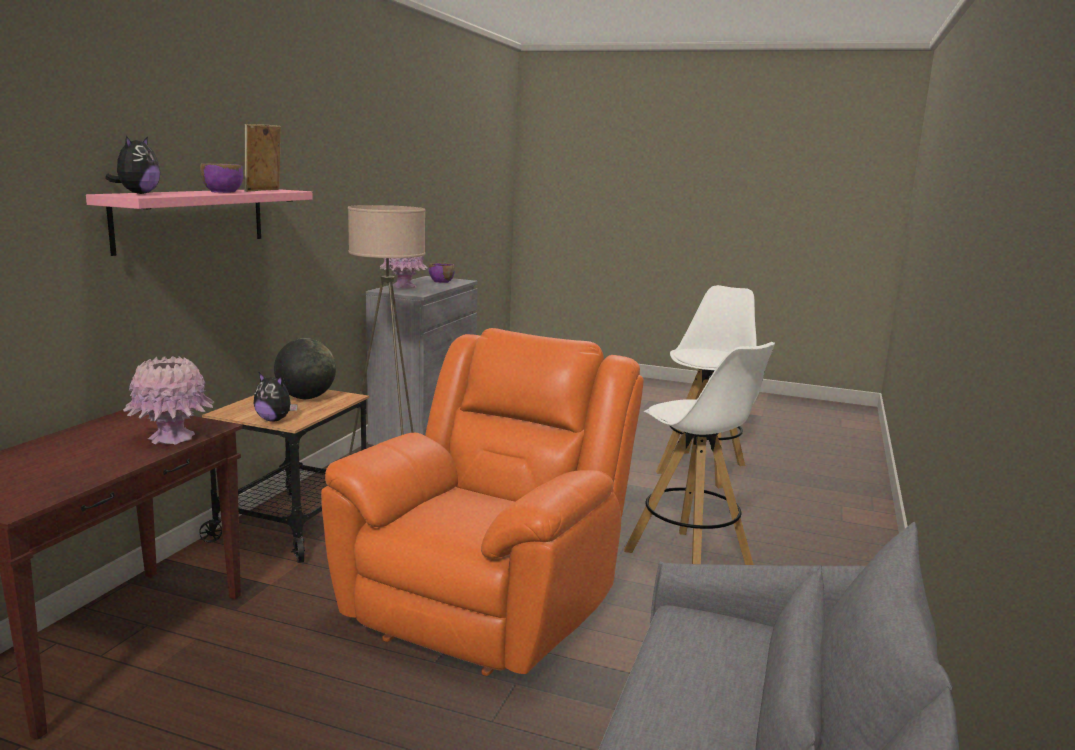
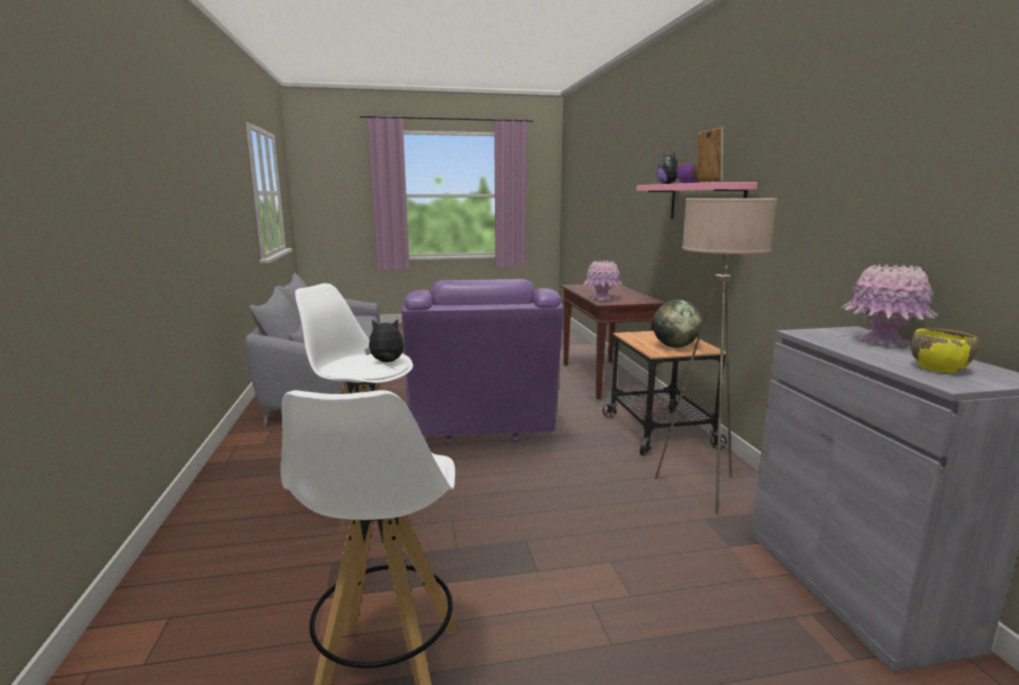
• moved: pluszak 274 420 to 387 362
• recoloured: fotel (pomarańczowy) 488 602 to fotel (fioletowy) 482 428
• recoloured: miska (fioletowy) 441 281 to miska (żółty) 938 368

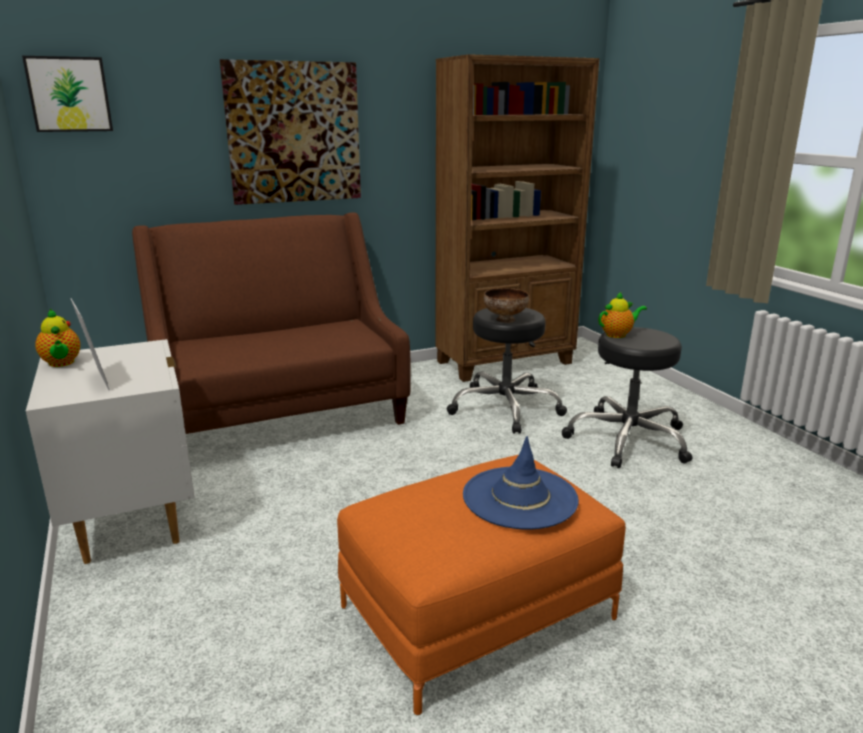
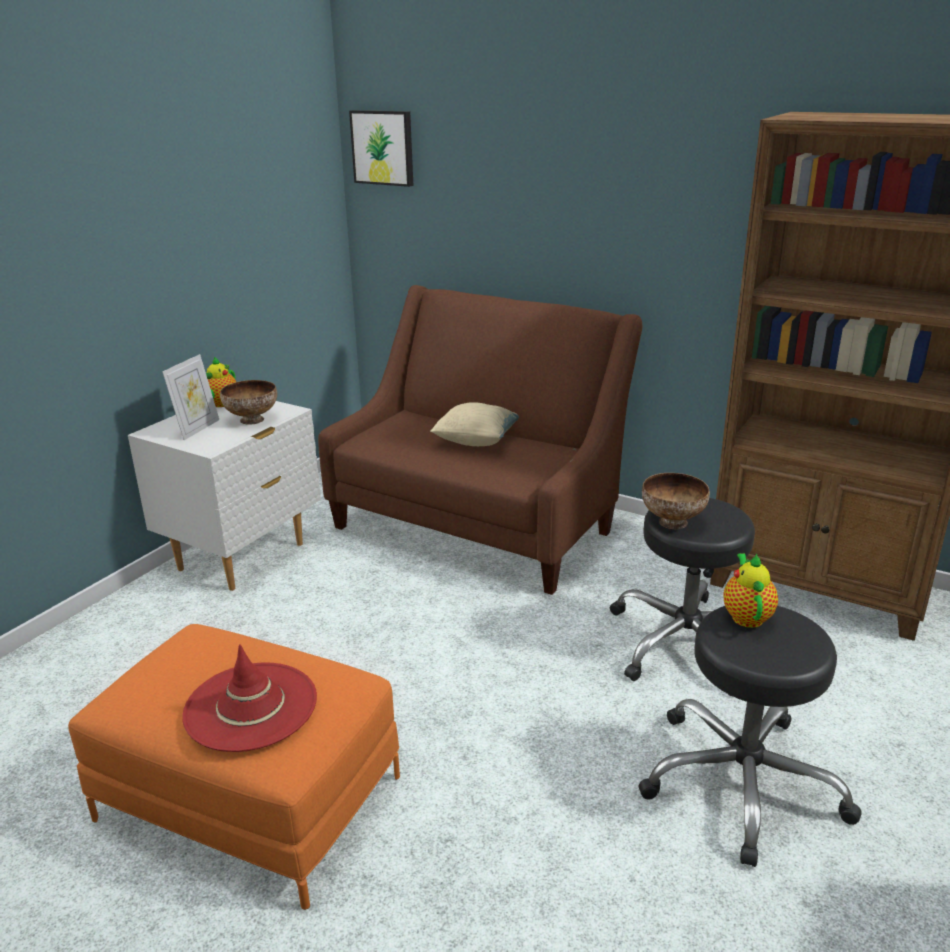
• removed: obraz 294 133
• added: miska 251 420
• added: poduszka (beżowy) 476 441
• recoloured: kapelusz (niebieski) 520 498 to kapelusz (czerwony) 251 706
• turned: imbryk 618 335 = 746 615 120 degrees counterclockwise

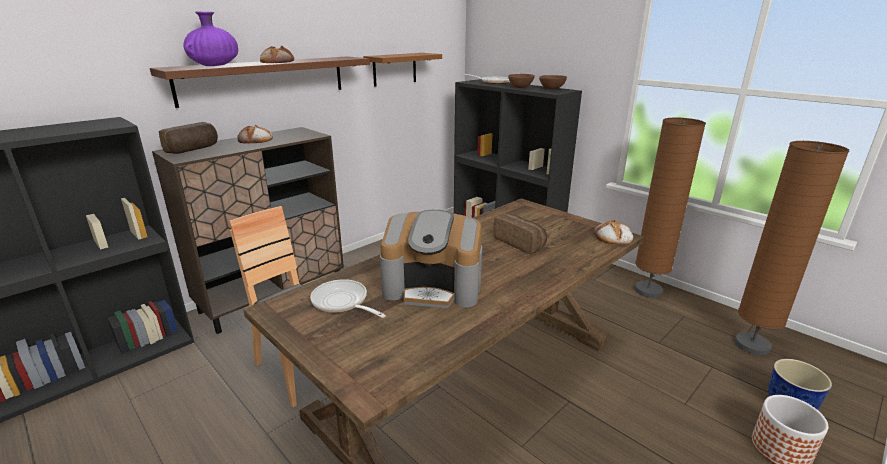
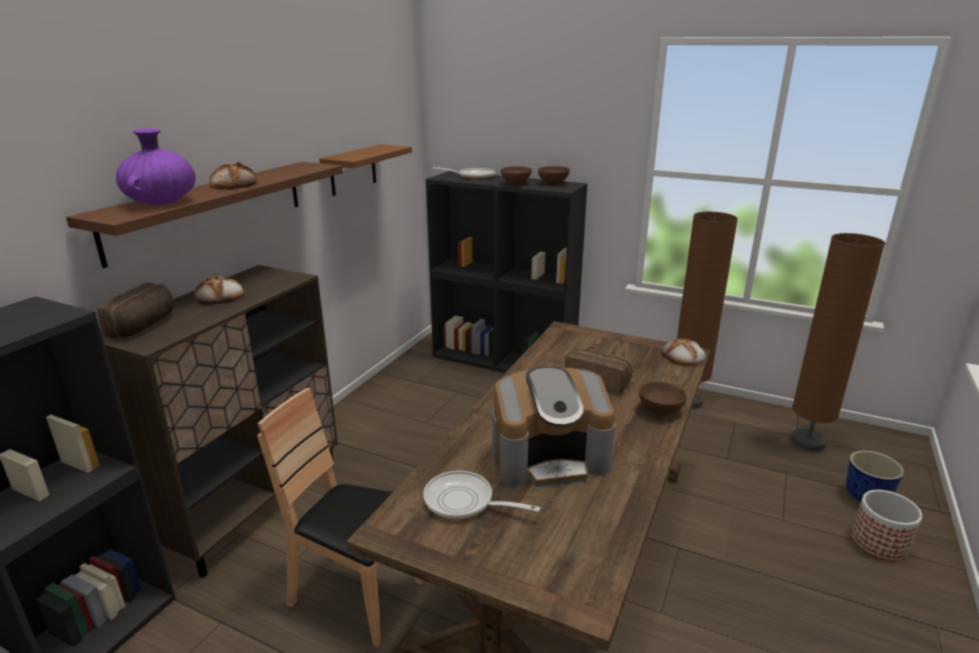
• added: miska (brązowy) 659 410

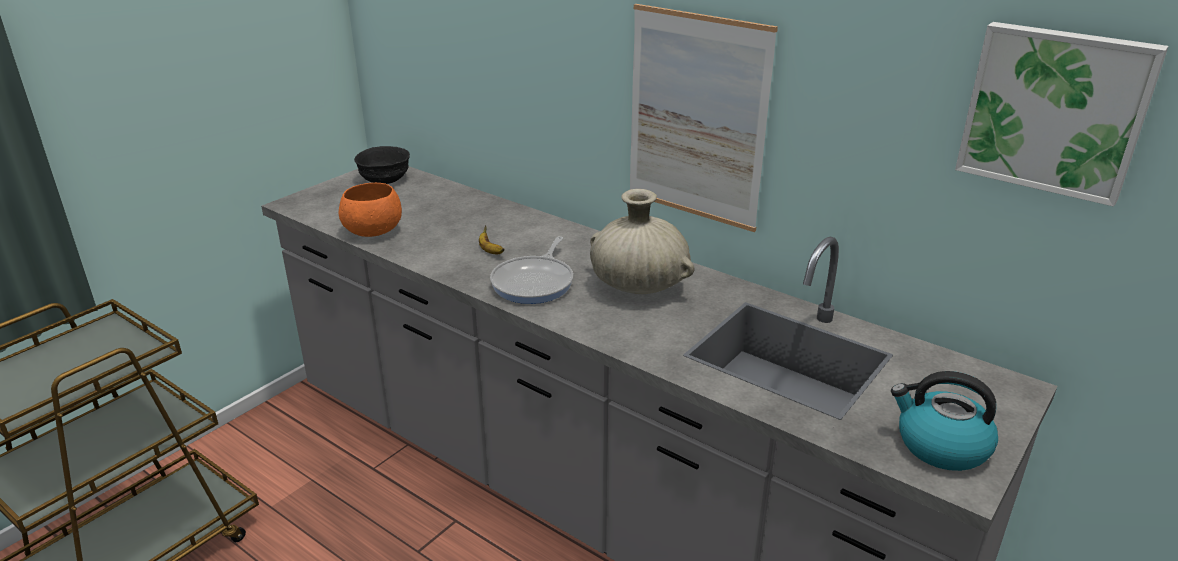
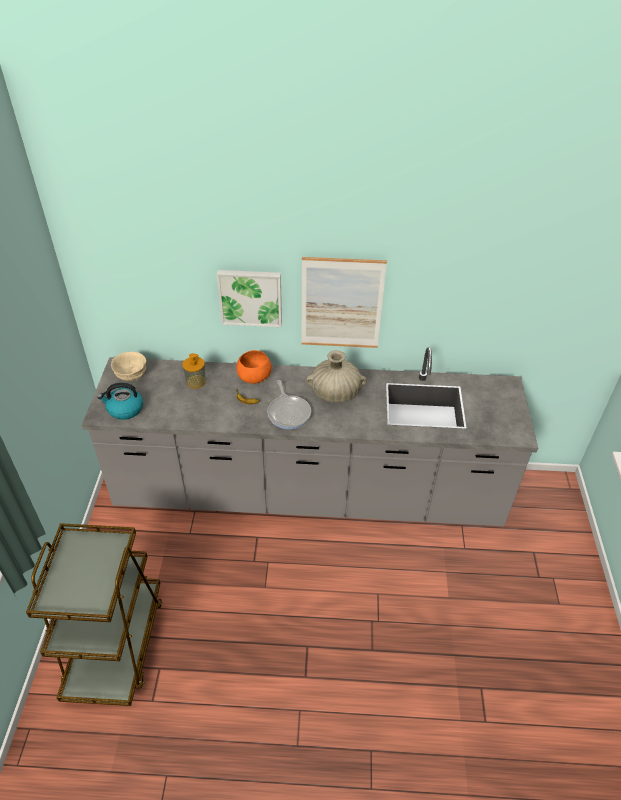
• added: dozownik mydła 196 381
• moved: miska (pomarańczowy) 373 231 to 254 377
• moved: czajnik 940 446 to 125 409
• moved: obraz 1055 110 to 250 297
• recoloured: miska (czarny) 385 180 to miska (beżowy) 132 374

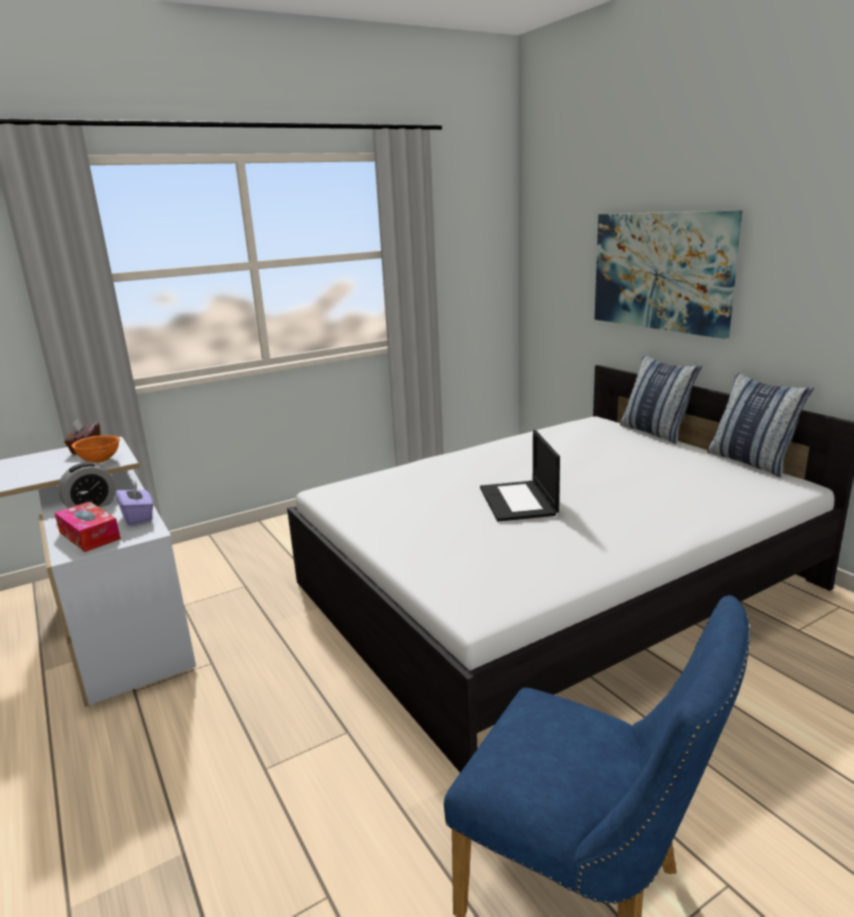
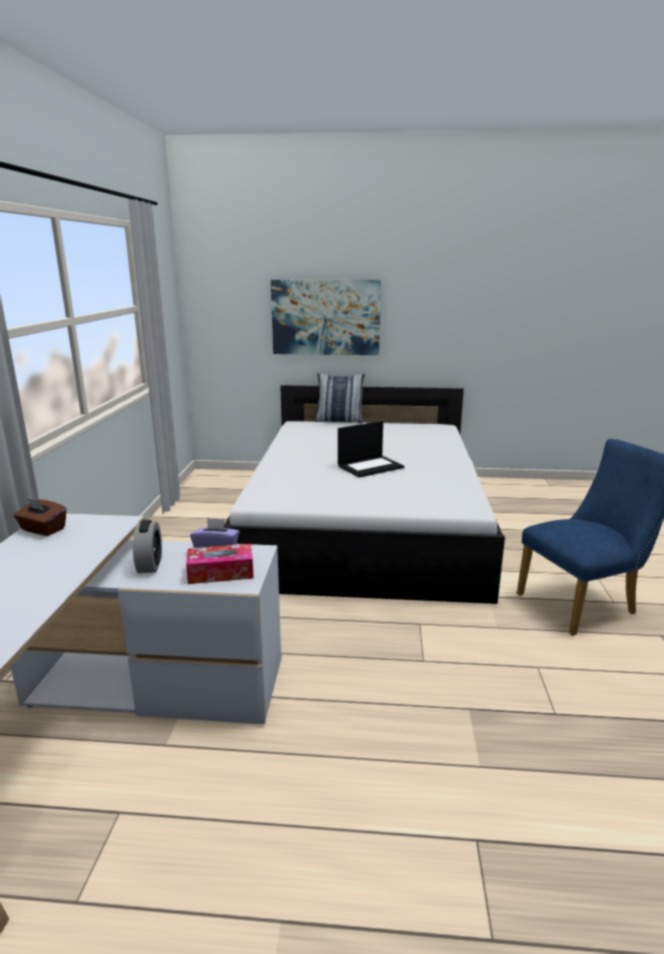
• removed: miska (pomarańczowy) 100 461
• removed: poduszka 750 462
• turned: laptop 519 501 = 370 466 60 degrees counterclockwise

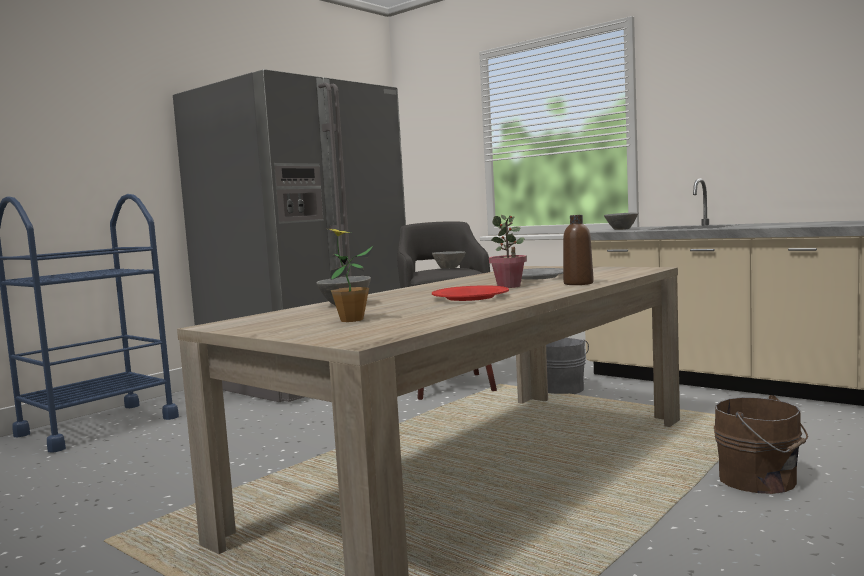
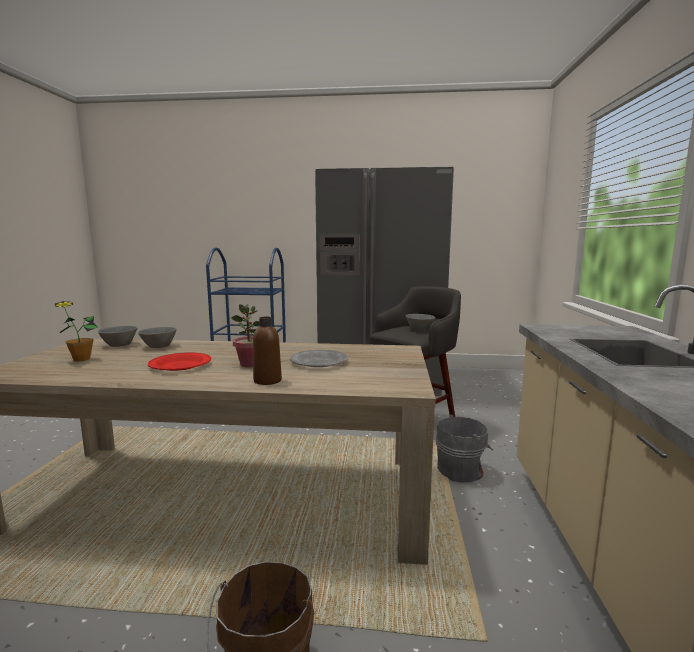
• moved: miska (szary) 620 229 to 119 344

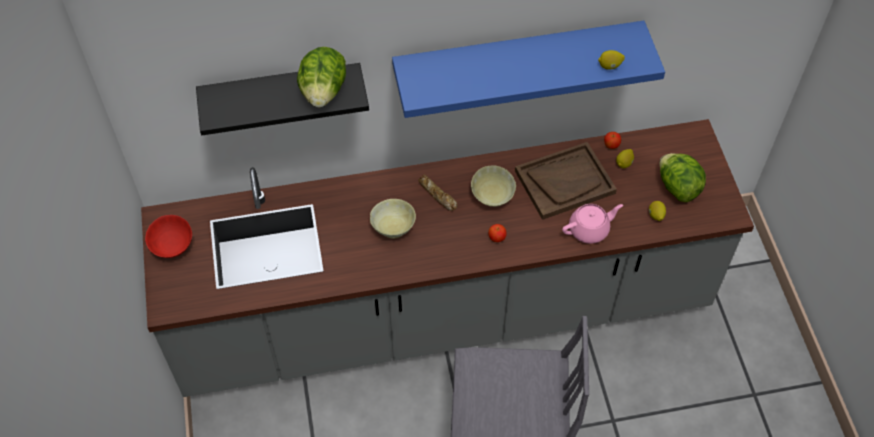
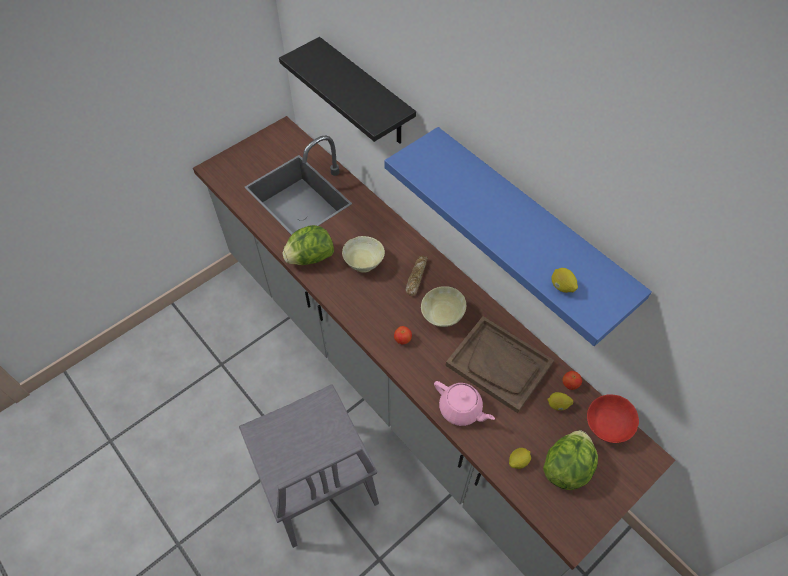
• moved: miska (czerwony) 172 247 to 606 426
• moved: sałata 323 92 to 310 258

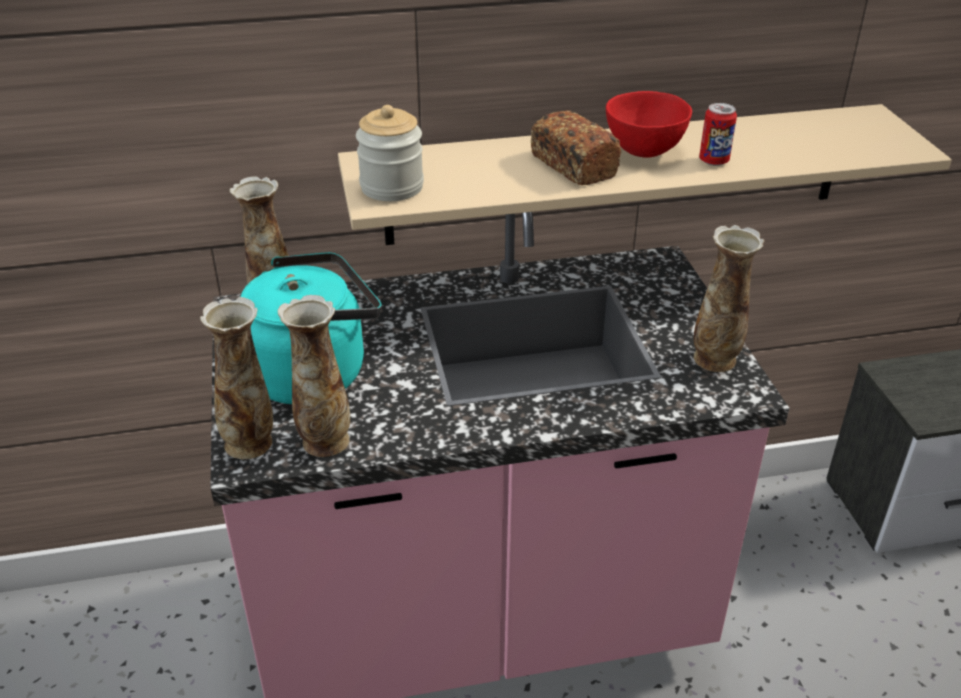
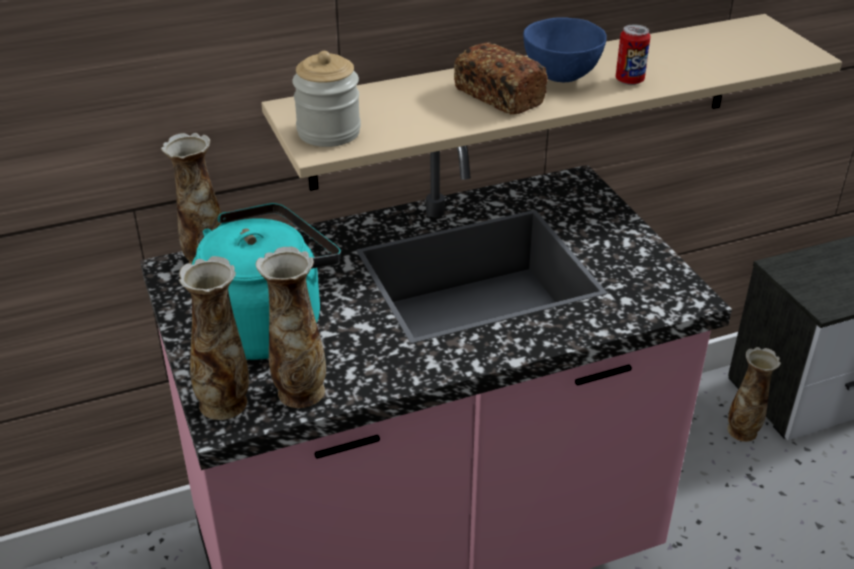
• moved: wazon 715 360 to 743 431
• recoloured: miska (czerwony) 645 150 to miska (niebieski) 561 75

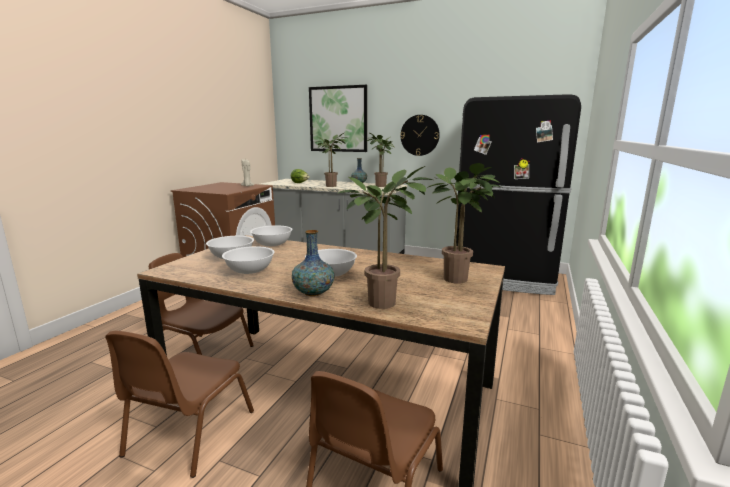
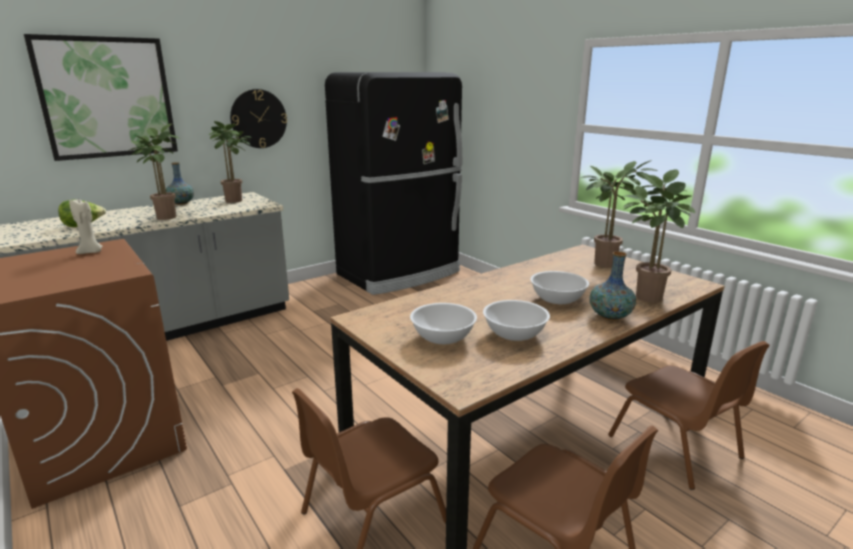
• removed: miska (biały) 272 244

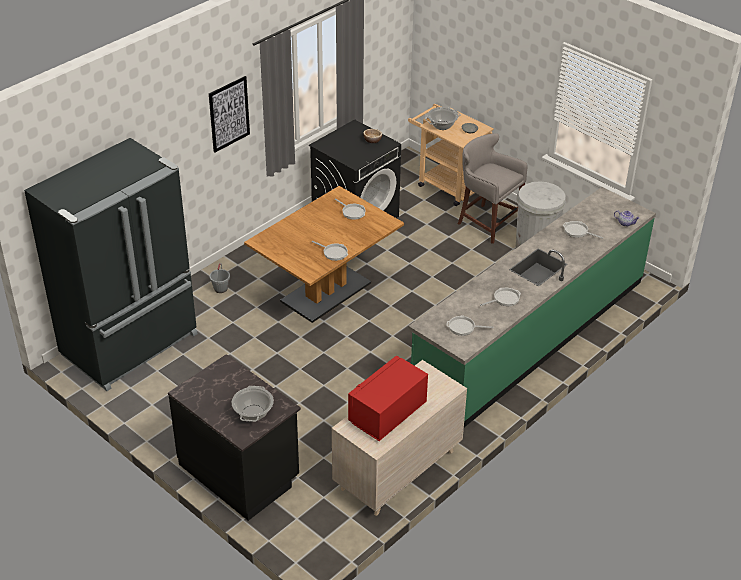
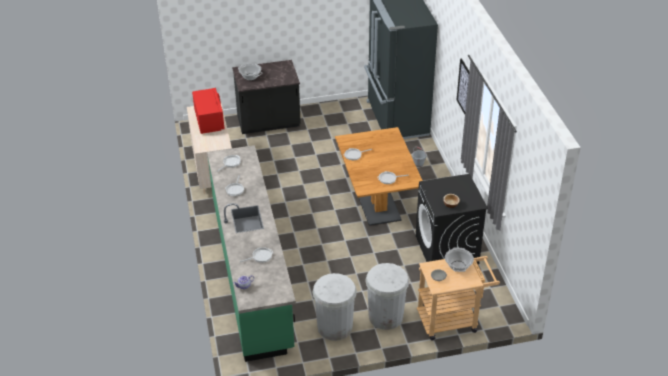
• replaced: stołek (szary) 486 222 to kosz na śmieci (biały) 386 316

